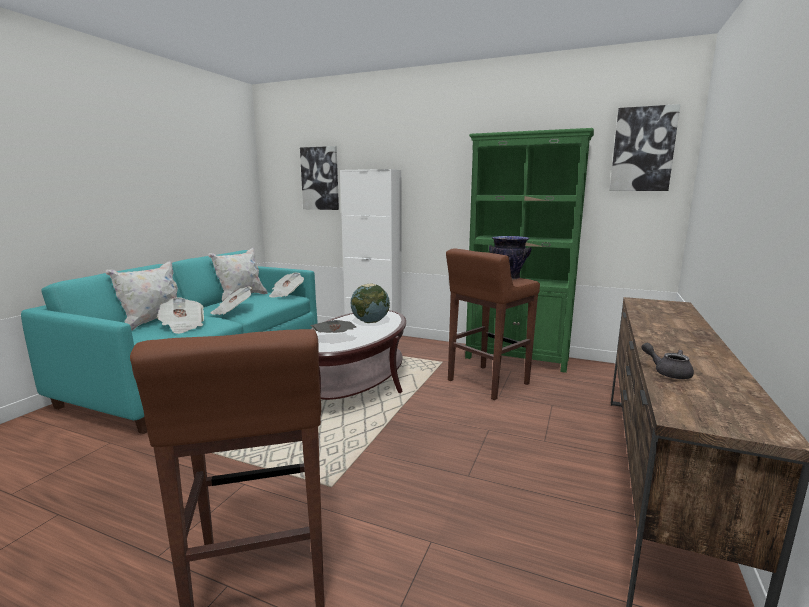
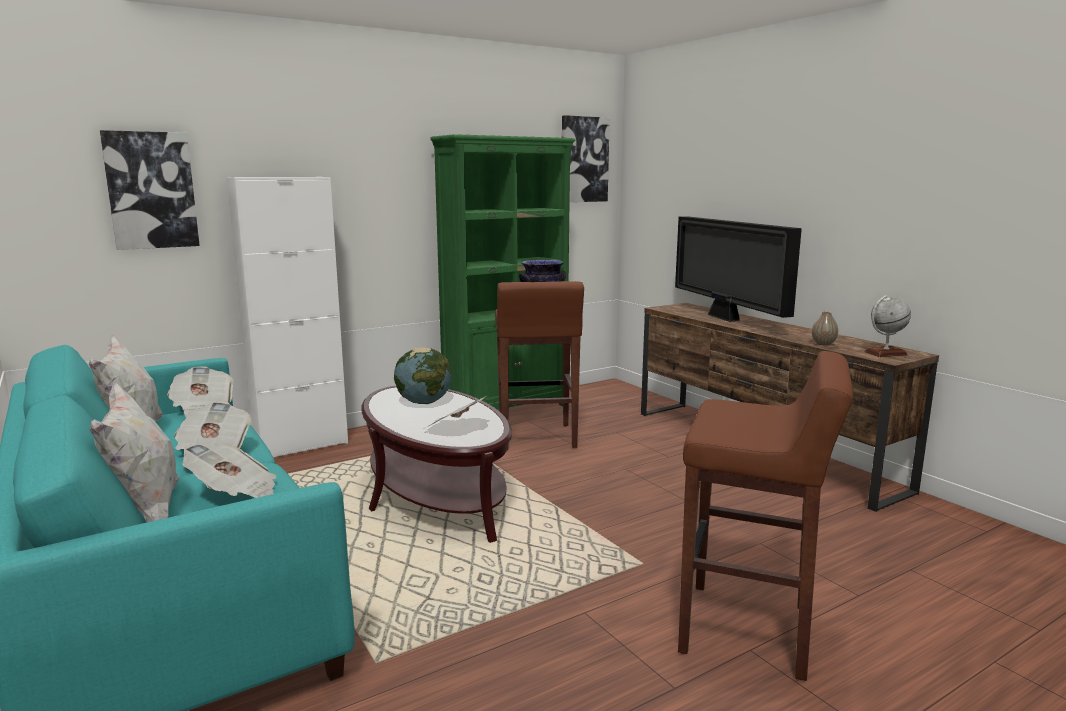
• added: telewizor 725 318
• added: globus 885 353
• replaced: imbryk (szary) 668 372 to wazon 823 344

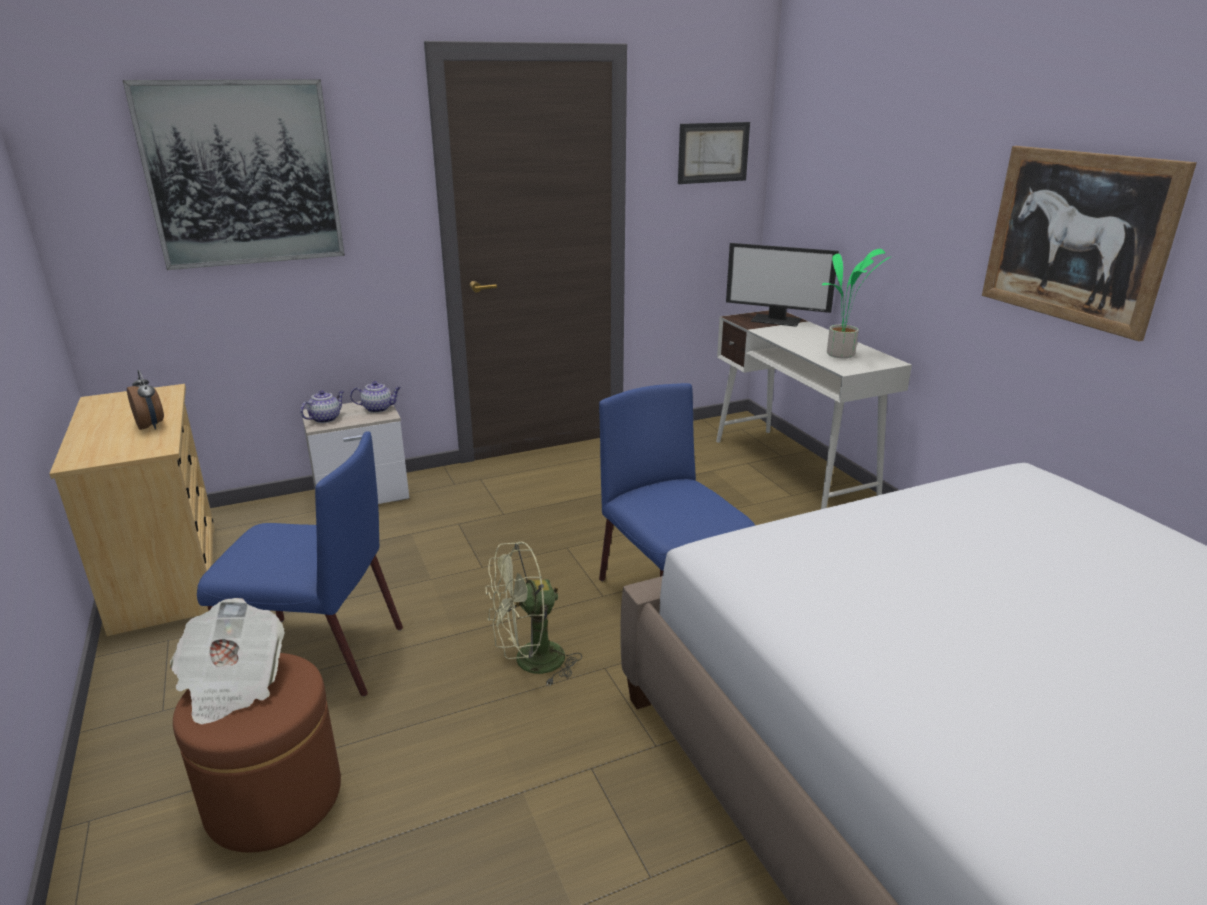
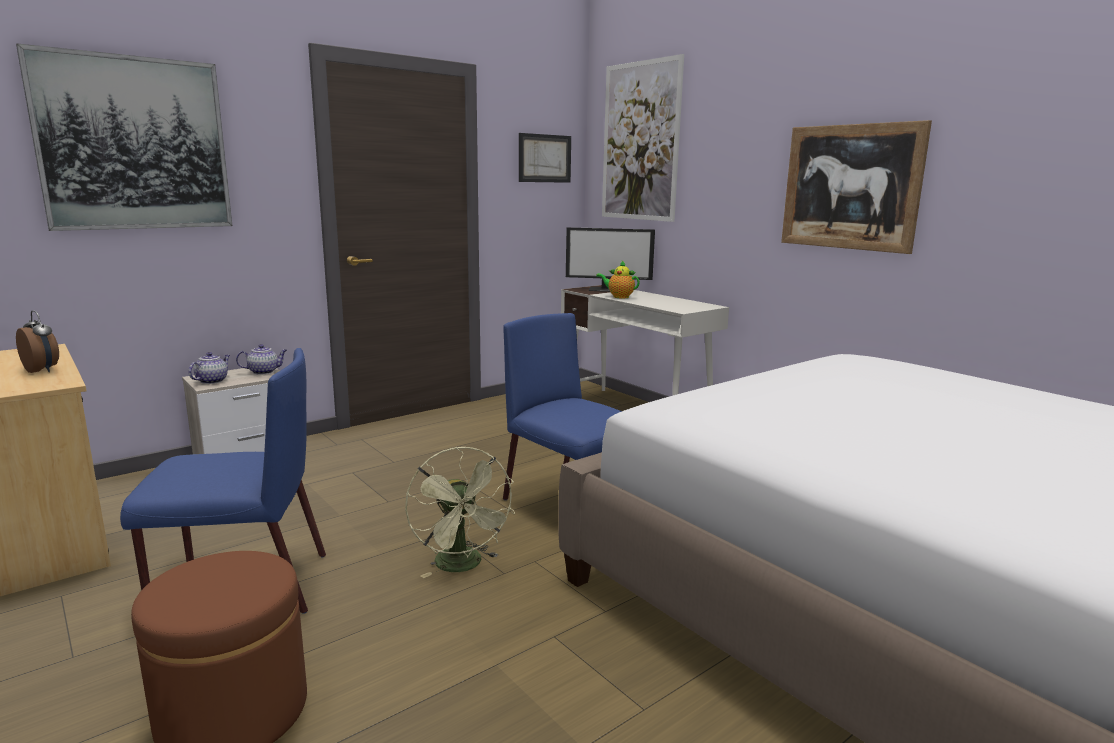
• removed: gazeta 232 683
• removed: roślina doniczkowa 842 355
• added: imbryk 619 297
• added: obraz 640 142
• turned: wentylator (zielony) 530 663 = 463 566 75 degrees counterclockwise

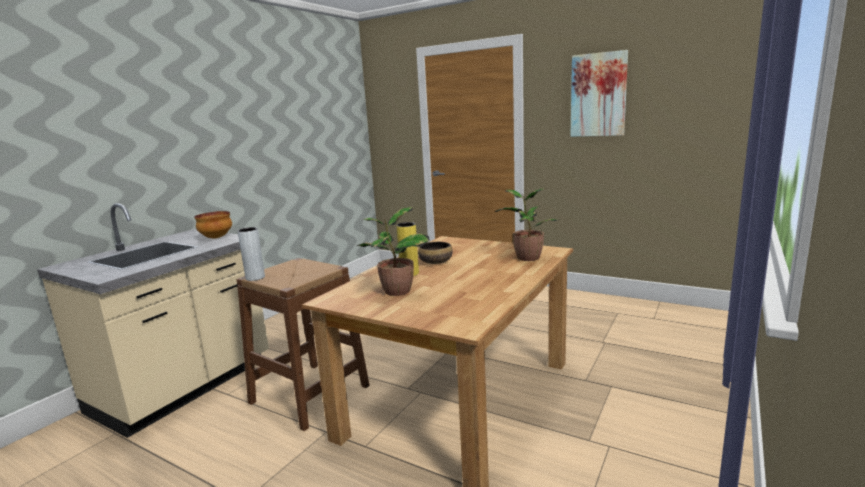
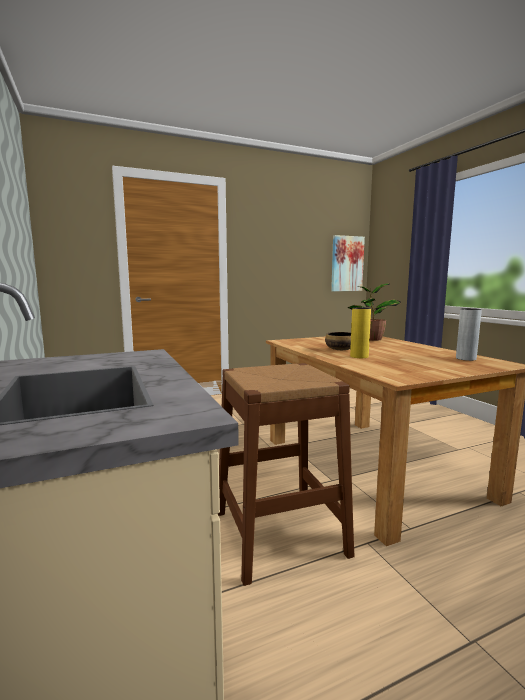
• removed: miska 216 238
• removed: roślina doniczkowa 395 291
• moved: wazon (szary) 255 278 to 466 358
• moved: obraz 598 95 to 347 264

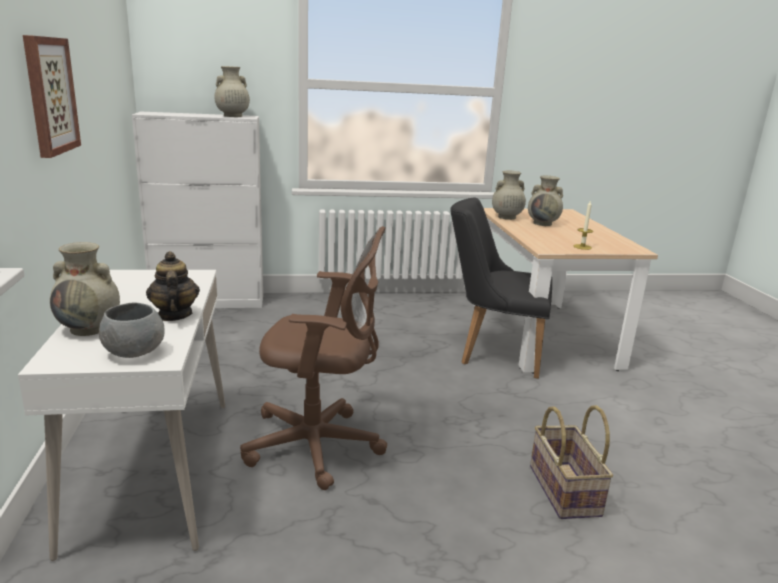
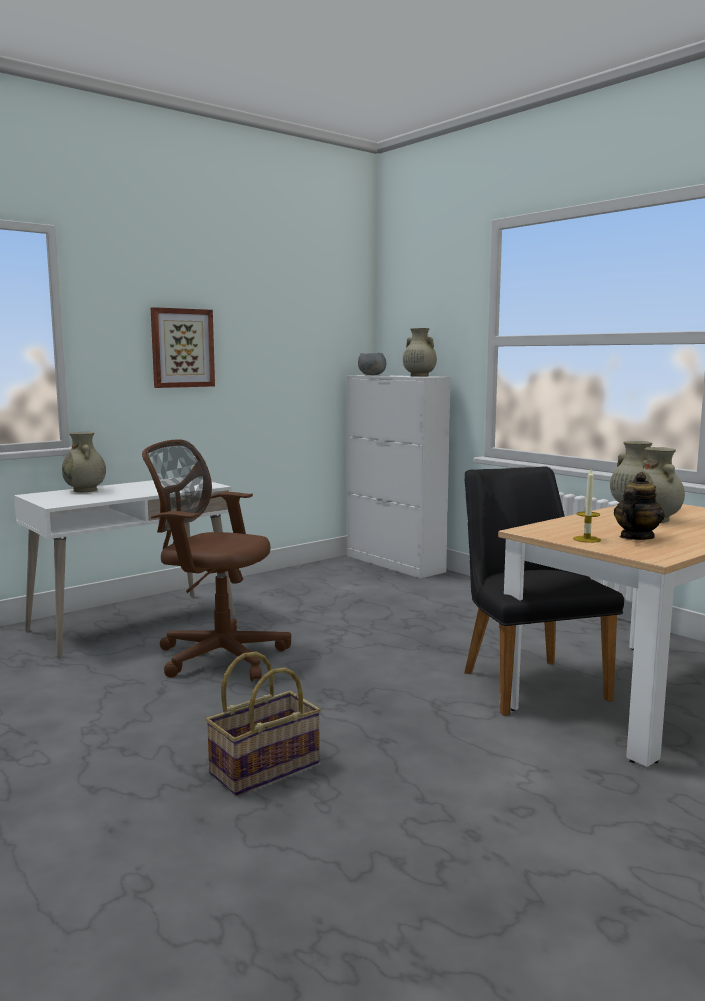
• moved: miska (szary) 133 352 to 371 375
• moved: imbryk 174 315 to 636 537
• turned: krzesło biurowe (brązowy) 319 446 = 217 656 135 degrees clockwise

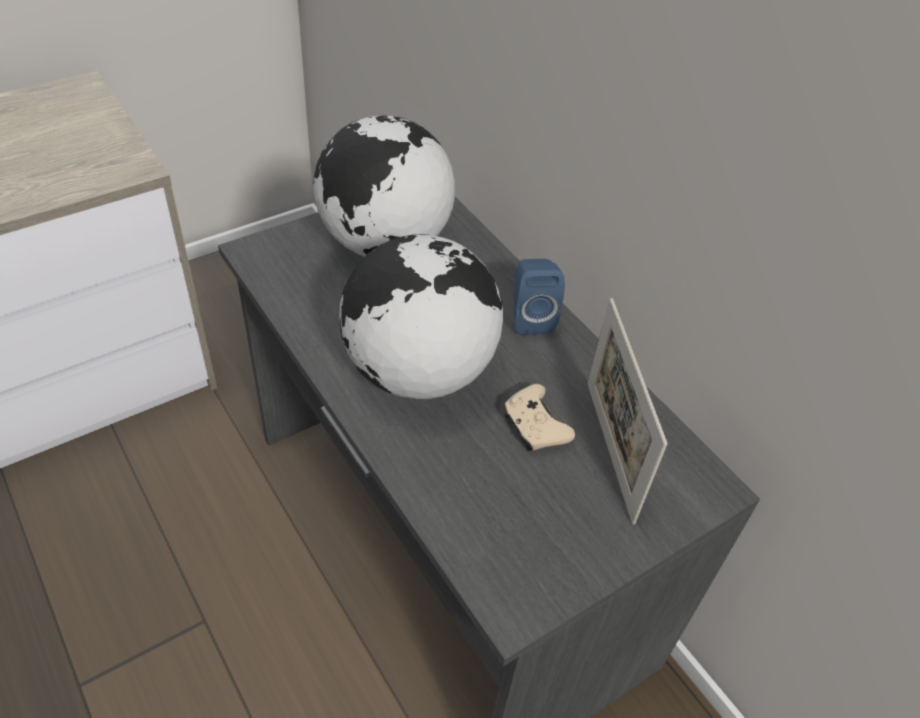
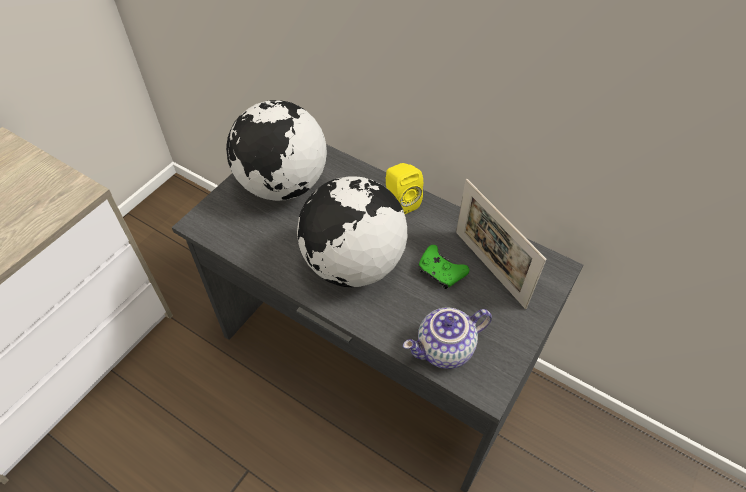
• added: imbryk 445 350
• recoloured: pad do gier (beżowy) 534 427 to pad do gier (zielony) 440 272
• recoloured: głośnik (niebieski) 530 318 to głośnik (żółty) 400 202

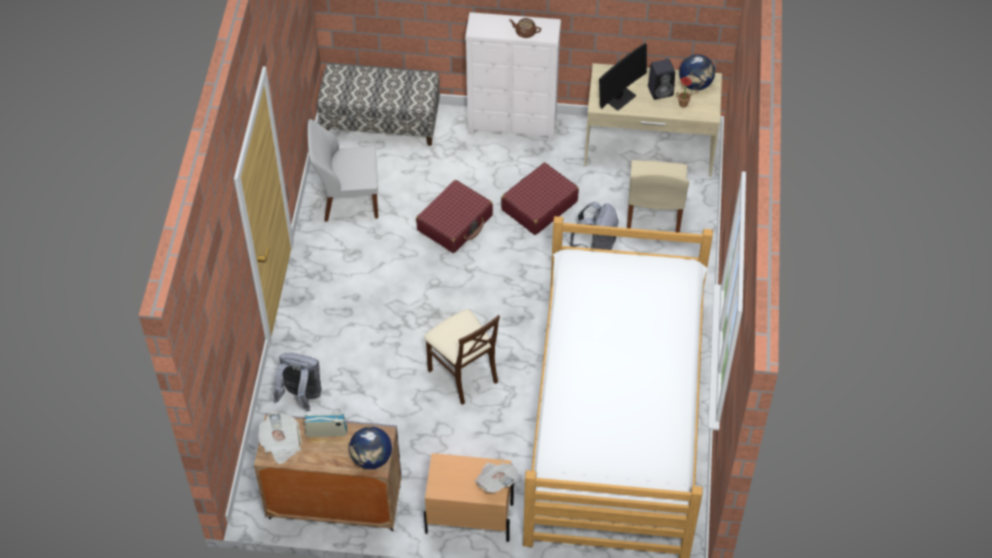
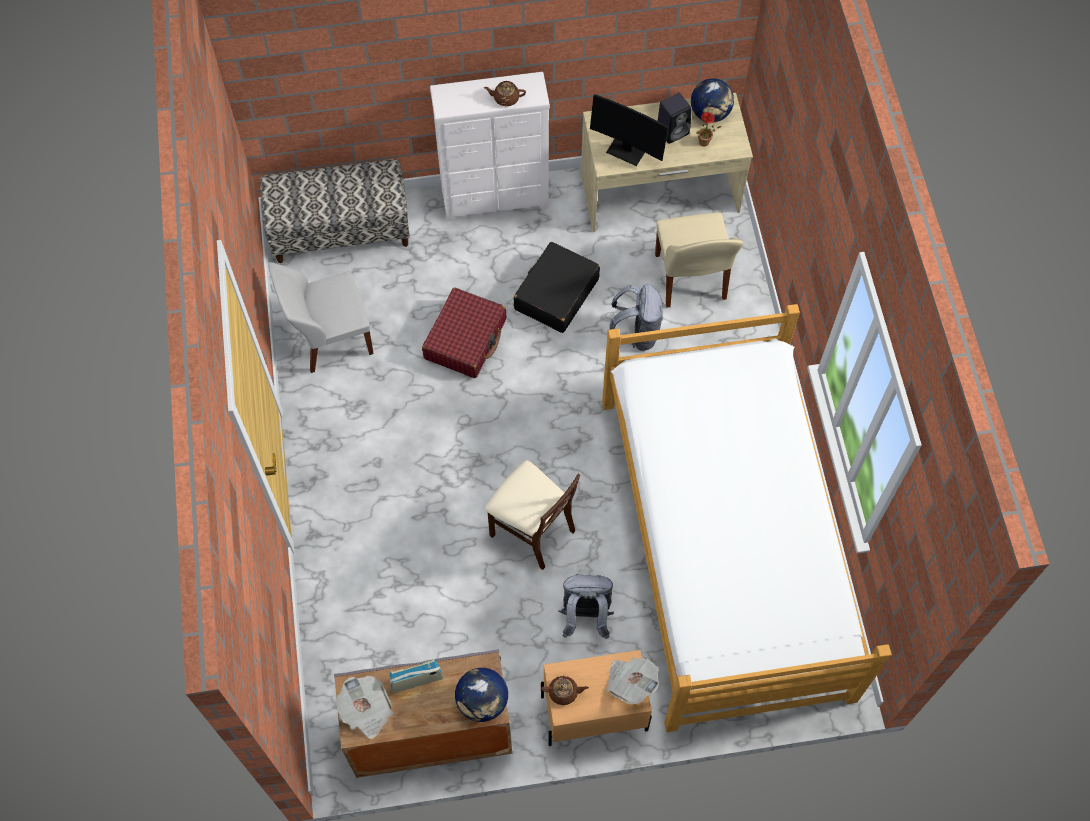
• added: imbryk (brązowy) 564 692
• moved: plecak (szary) 301 396 to 585 616
• recoloured: walizka (czerwony) 539 205 to walizka (czarny) 556 294
• turned: monitor 619 97 = 627 150 90 degrees clockwise

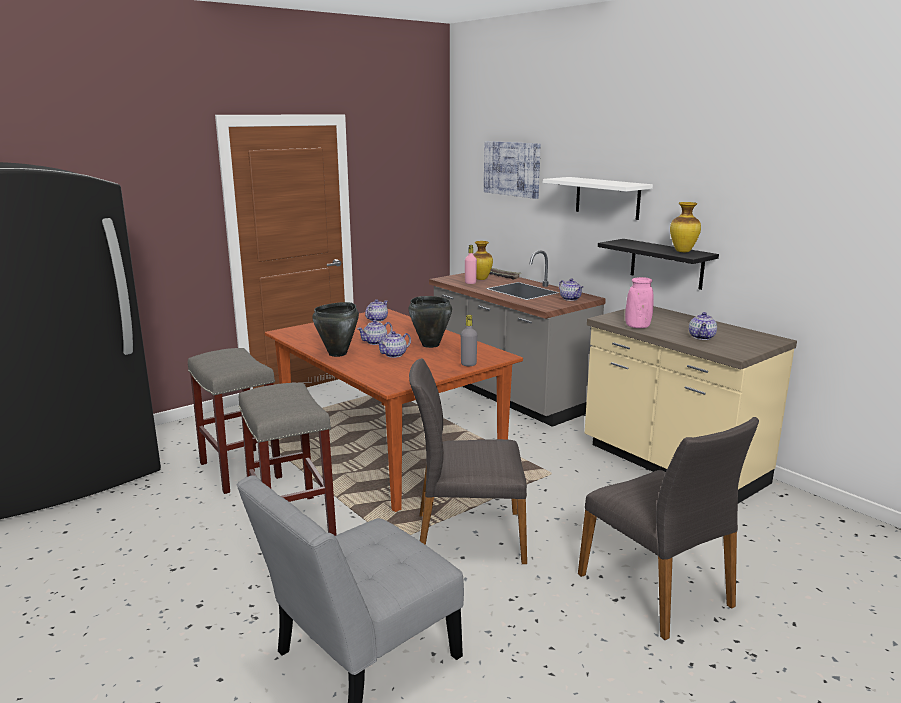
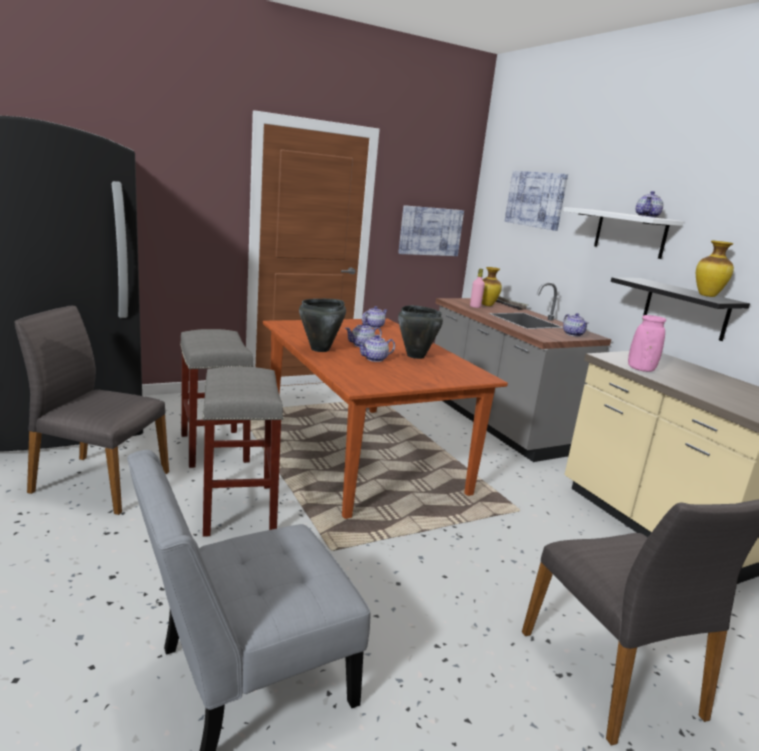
• removed: butelka (szary) 468 364
• added: obraz 430 231
• moved: krzesło (szary) 468 537 to 98 482
• moved: imbryk 702 337 to 647 216

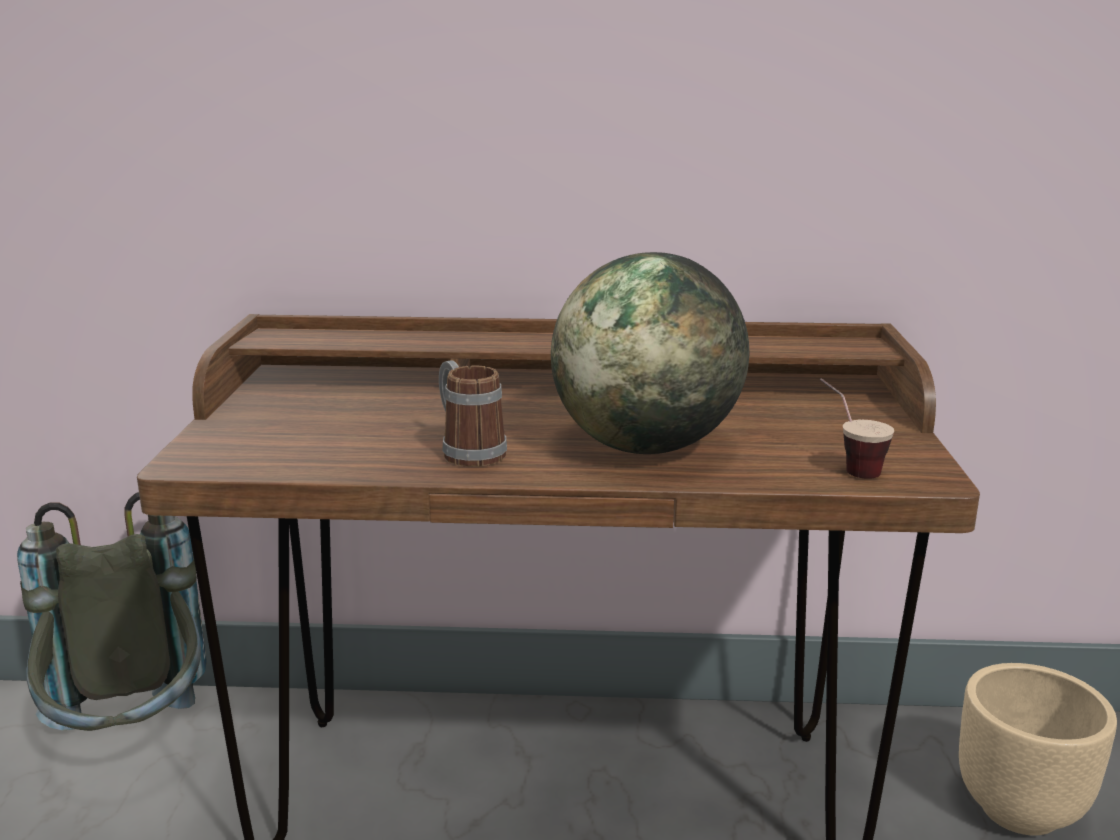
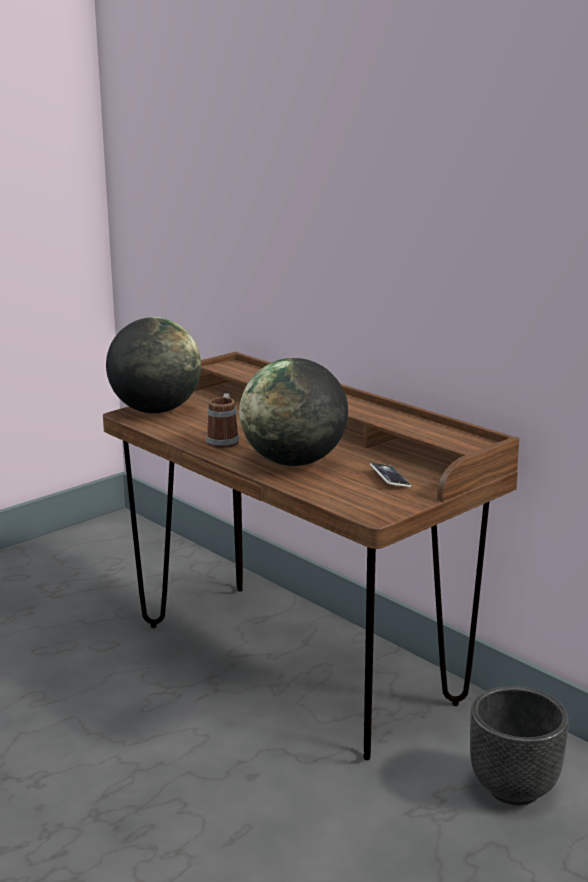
• removed: plecak (szary) 131 744
• removed: filiżanka 847 467
• added: globus 156 410
• added: telefon 390 478
• recoloured: donica (beżowy) 1017 811 to donica (czarny) 512 789

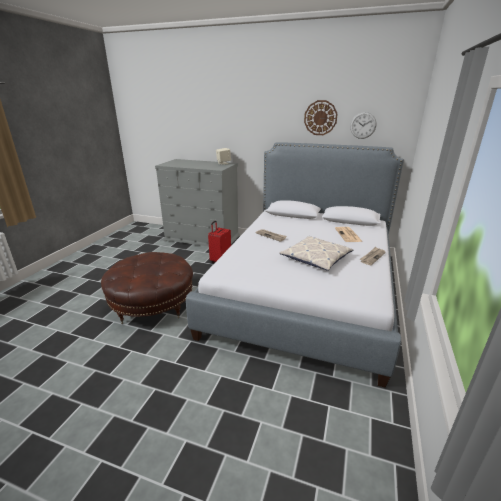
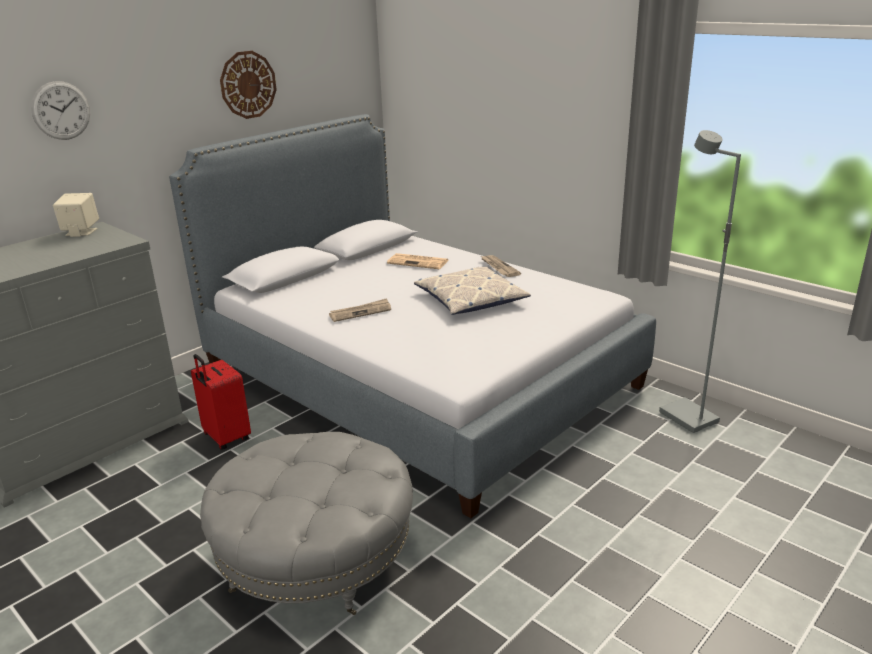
• added: lampa stojąca (szary) 687 417
• moved: zegar ścienny 363 125 to 61 110
• recoloured: pufa (brązowy) 153 305 to pufa (szary) 316 559

